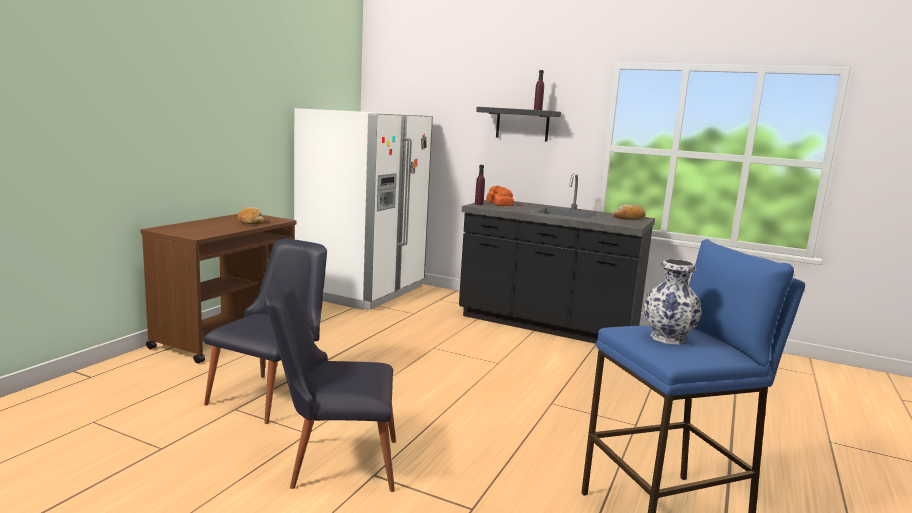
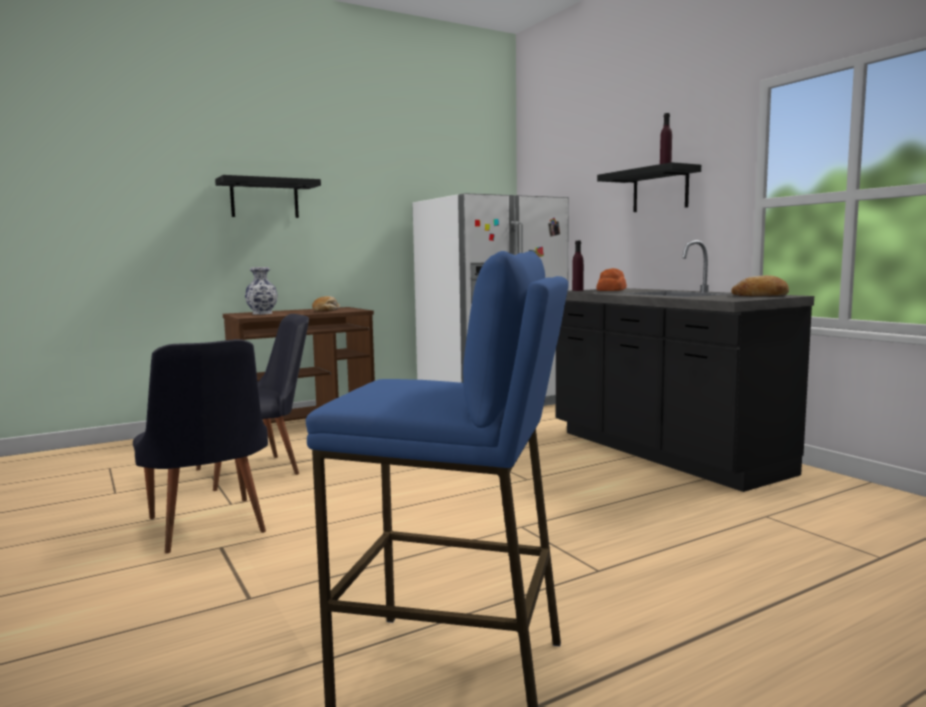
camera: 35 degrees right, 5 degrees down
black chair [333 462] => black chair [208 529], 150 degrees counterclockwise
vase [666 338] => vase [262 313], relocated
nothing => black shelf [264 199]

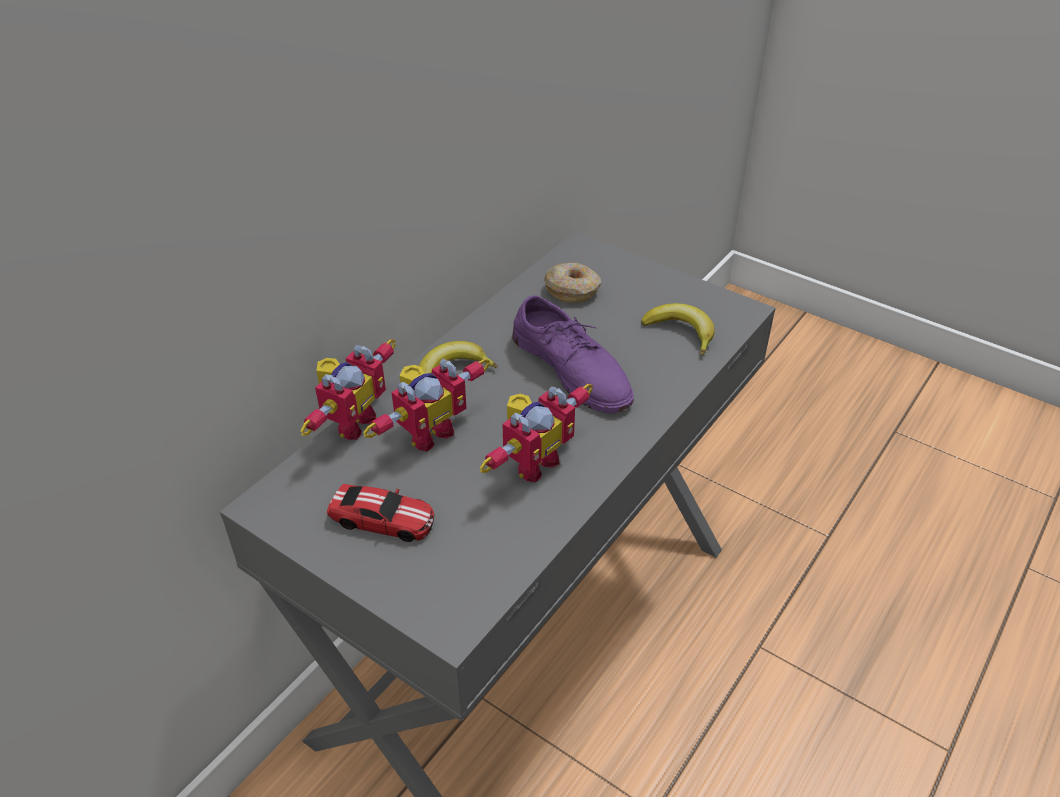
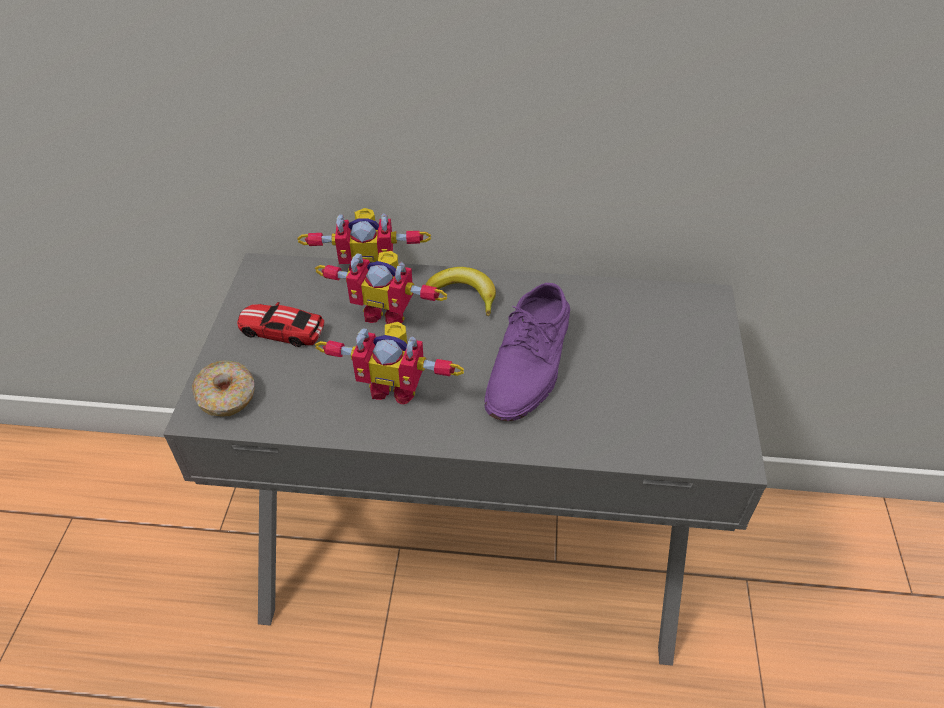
camera: 60 degrees right, 5 degrees up
toy car [382 519] => toy car [281 331], 120 degrees clockwise
donut [572 290] => donut [227 396], relocated
banana [681 332] => nothing

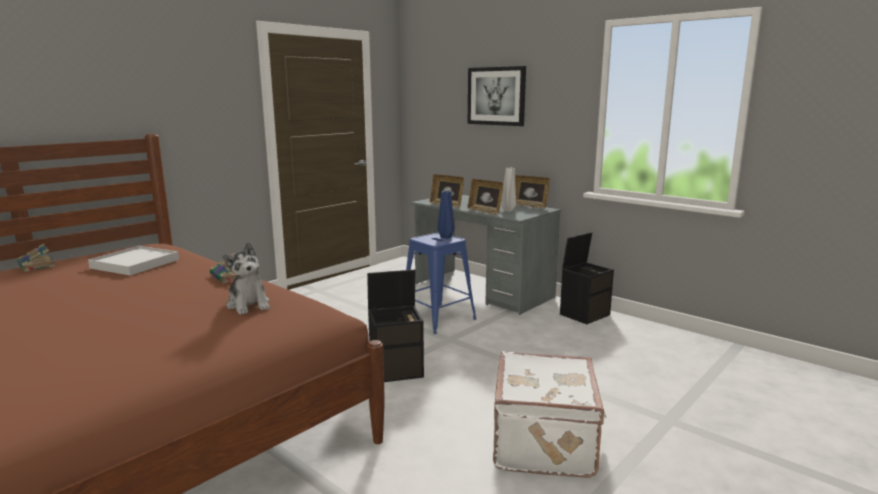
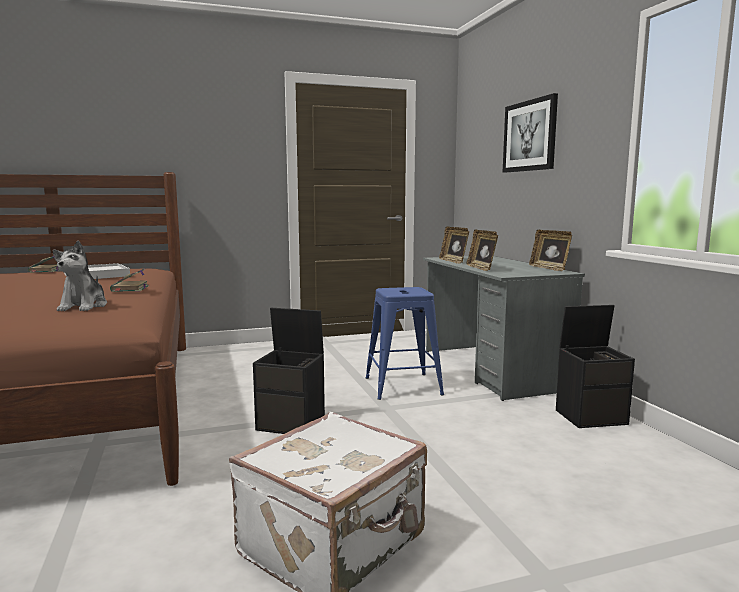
camera: 30 degrees right, 5 degrees down
blue vase [446 237] => nothing
grey vase [509 211] => nothing

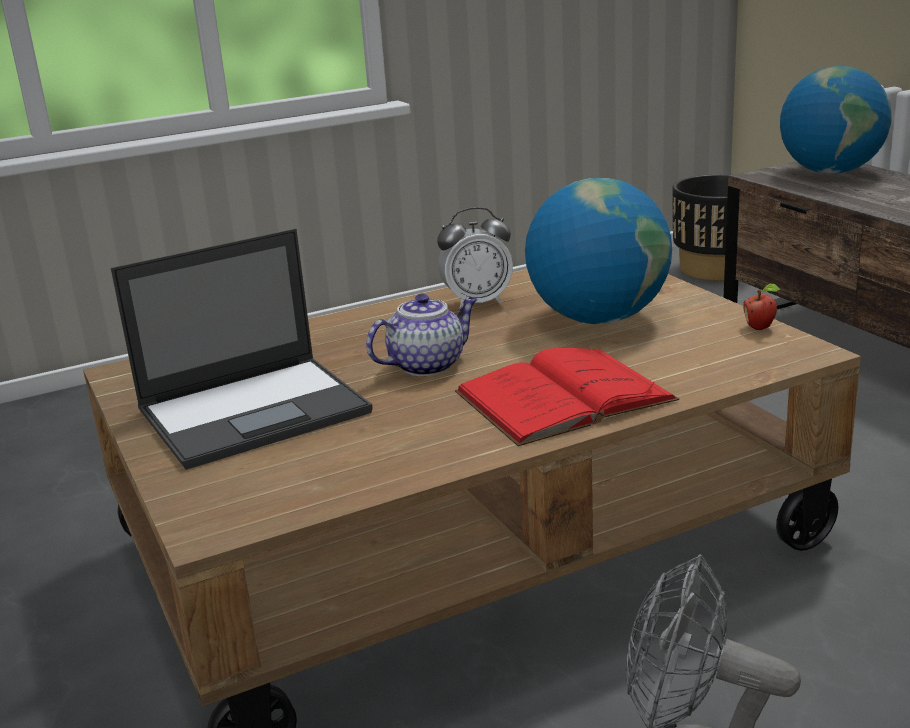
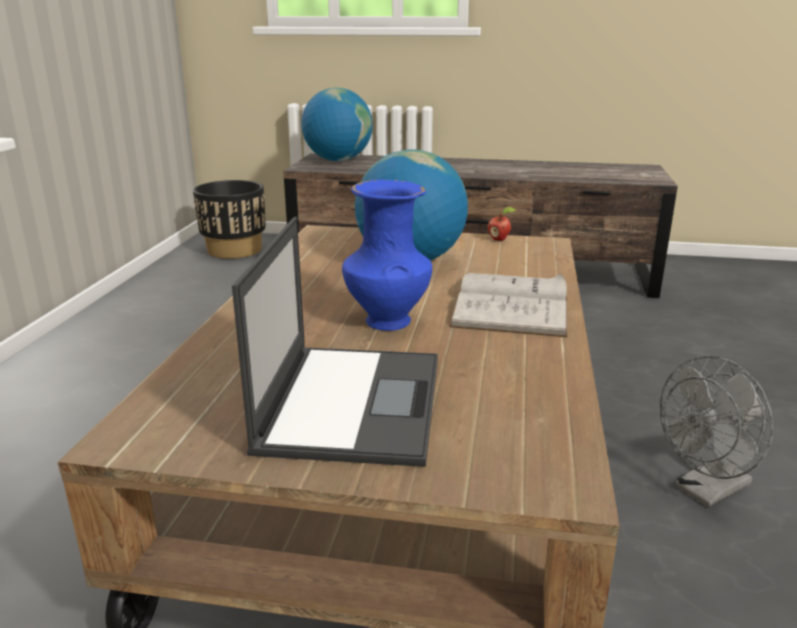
camera: 55 degrees left, 0 degrees up
teapot [427 365] => blue vase [386 320]
alarm clock [477 302] => nothing
red book [564 396] => white book [511 303]

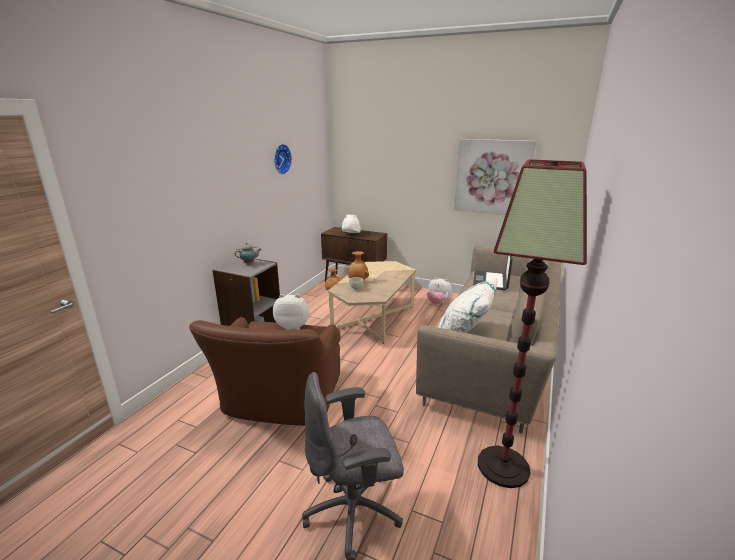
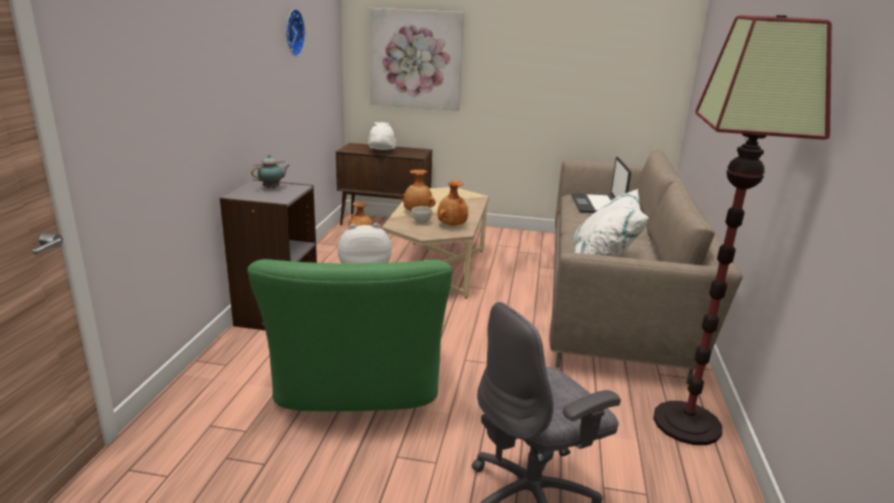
camera: 15 degrees left, 0 degrees up
brown armchair [280 401] => green armchair [357 383]
plush toy [437 303] => nothing
picture [492 177] => picture [415 59], relocated
nothing => brown vase [451 225]

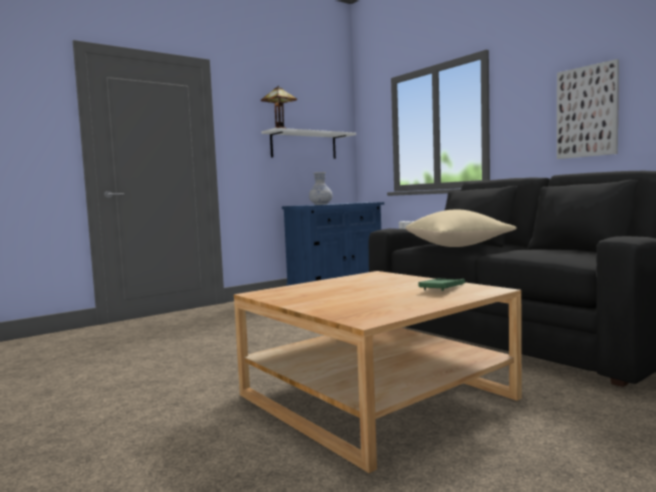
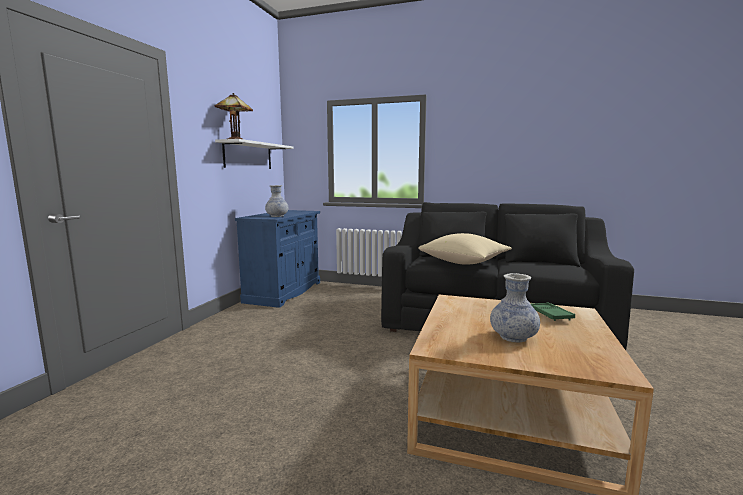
camera: 35 degrees left, 5 degrees up
picture [587 111] => nothing
nothing => vase [513 337]

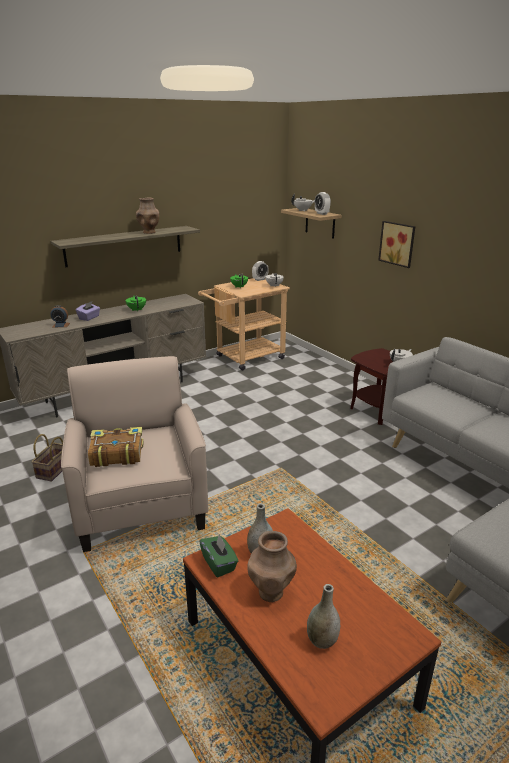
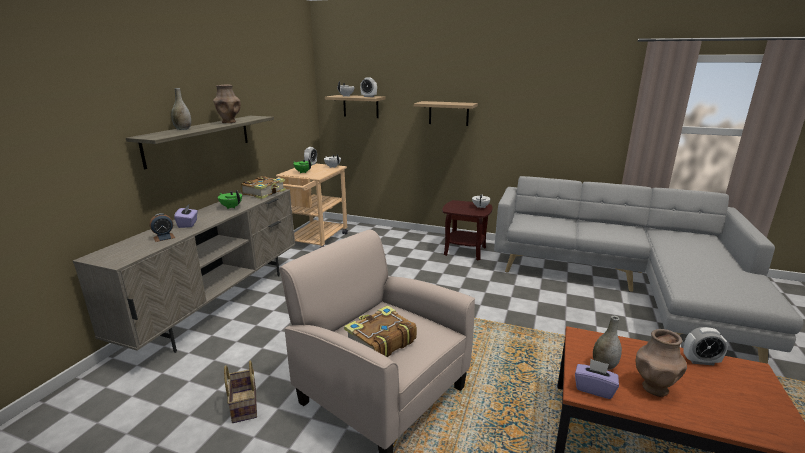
camera: 35 degrees left, 5 degrees down
green tissue box [219 564] => purple tissue box [594 388]
grey vase [322 640] => grey vase [183 129], relocated
picture [398 243] => shelf [448 113]
nothing => book [264 193]
nothing => alarm clock [700 361]

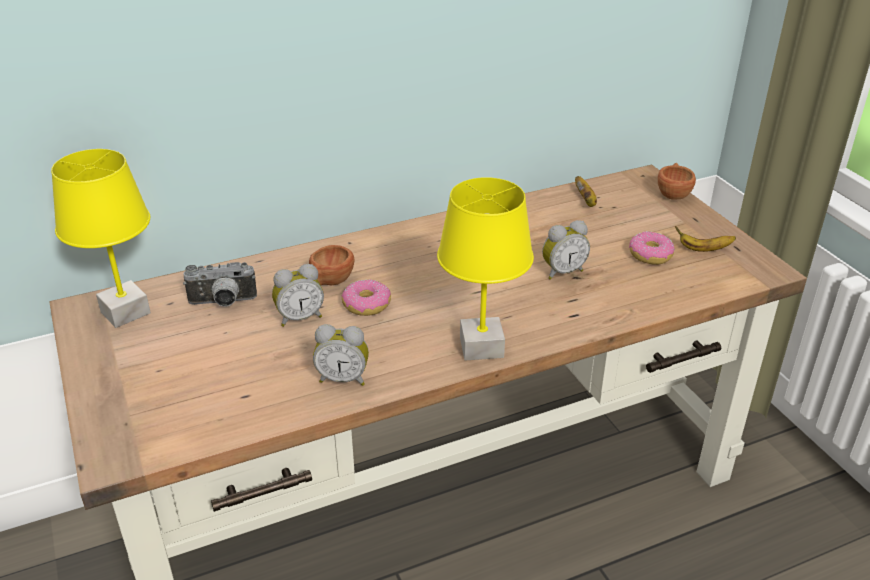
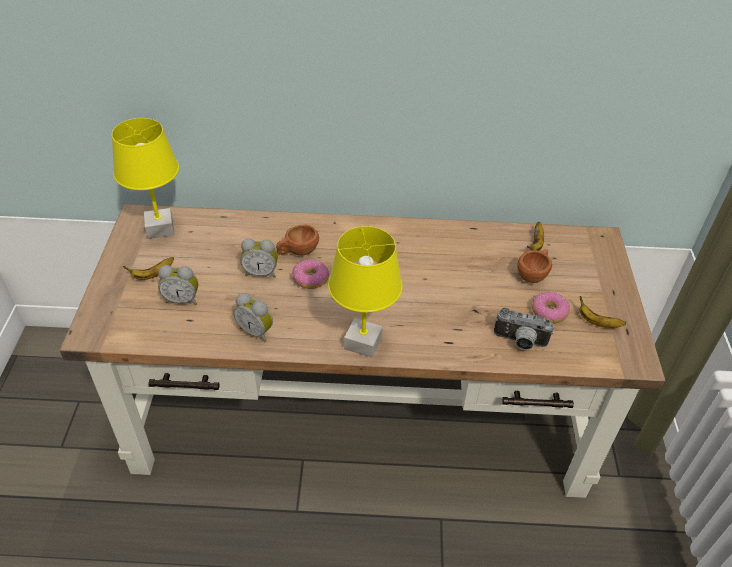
camera: 25 degrees right, 10 degrees up
photo camera [222 303] => photo camera [519 342], relocated
alarm clock [562 271] => alarm clock [182 299], relocated
brown cup [673 193] => brown cup [533 274], relocated
nothing => banana [152 275]

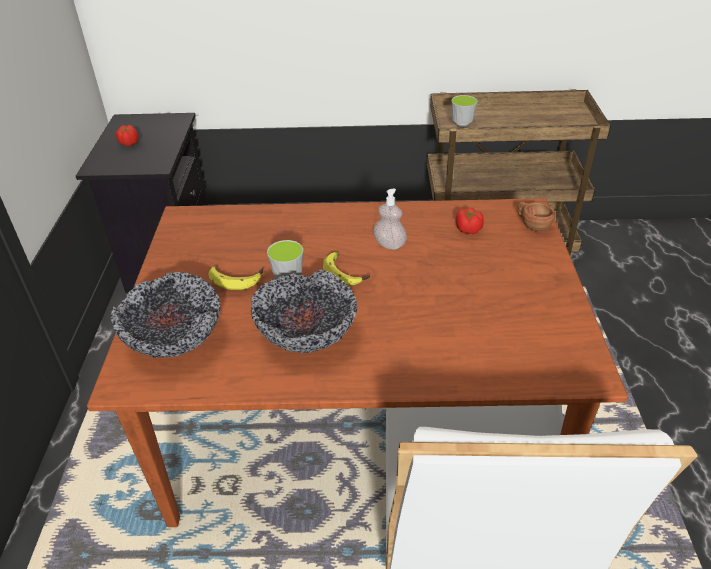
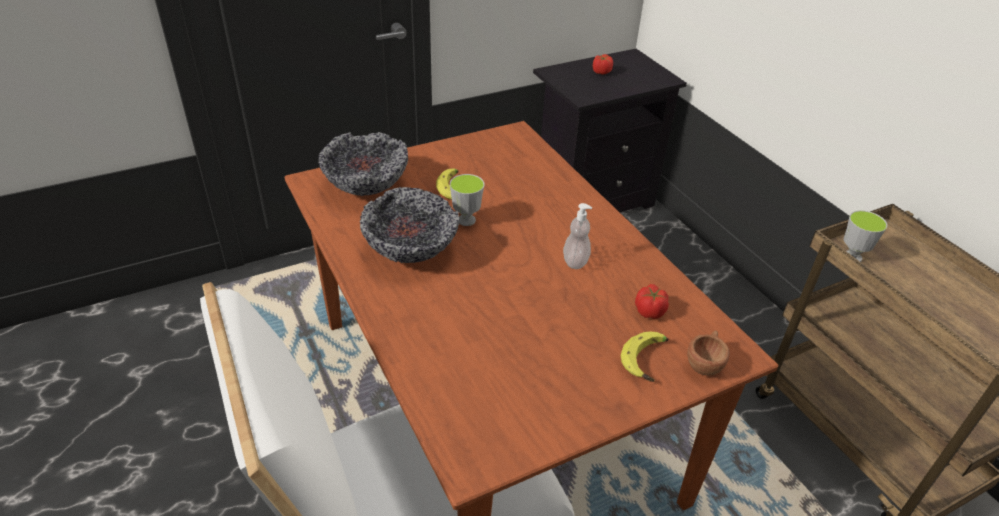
camera: 60 degrees right, 0 degrees up
banana [345 273] => banana [648 360], relocated

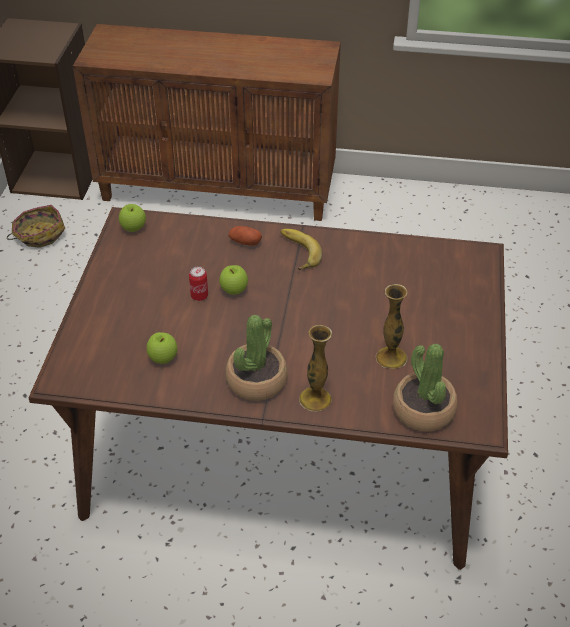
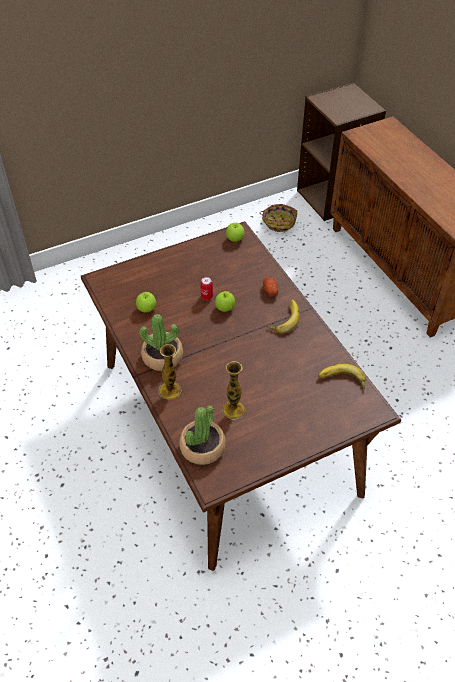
camera: 55 degrees right, 5 degrees up
nothing => banana [341 380]

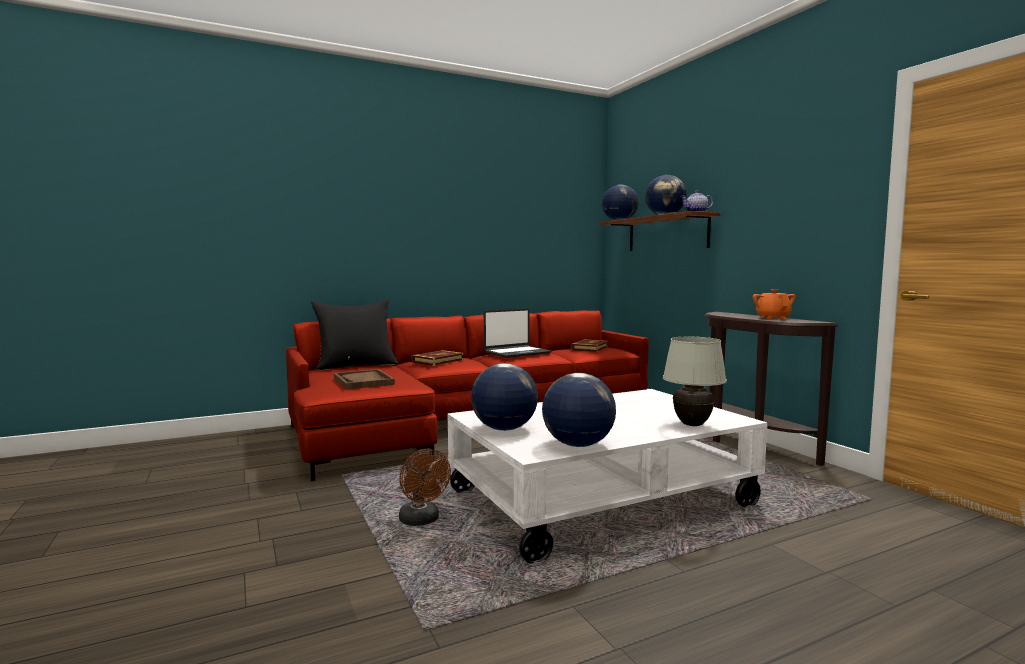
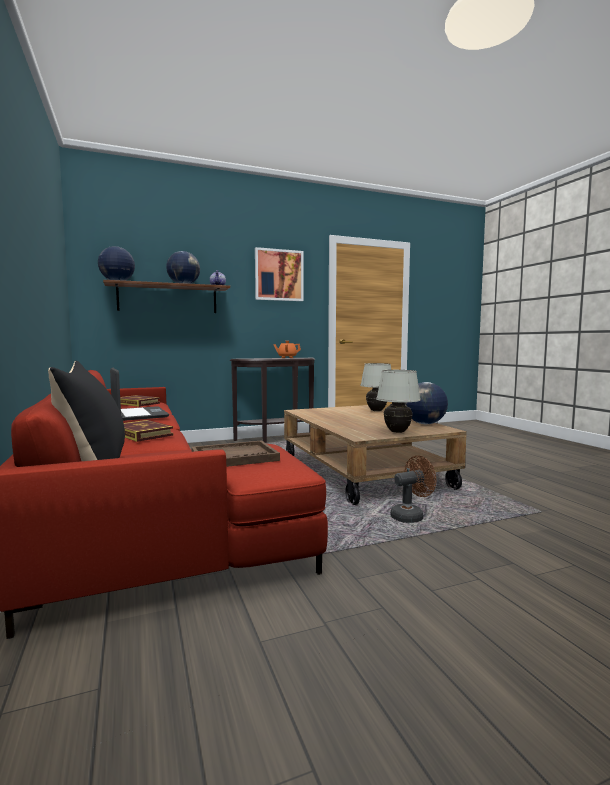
camera: 85 degrees left, 0 degrees up
white coffee table [600 498] => brown coffee table [361 472]
globe [504 429] => white table lamp [397 432]
nothing => picture [279 275]

